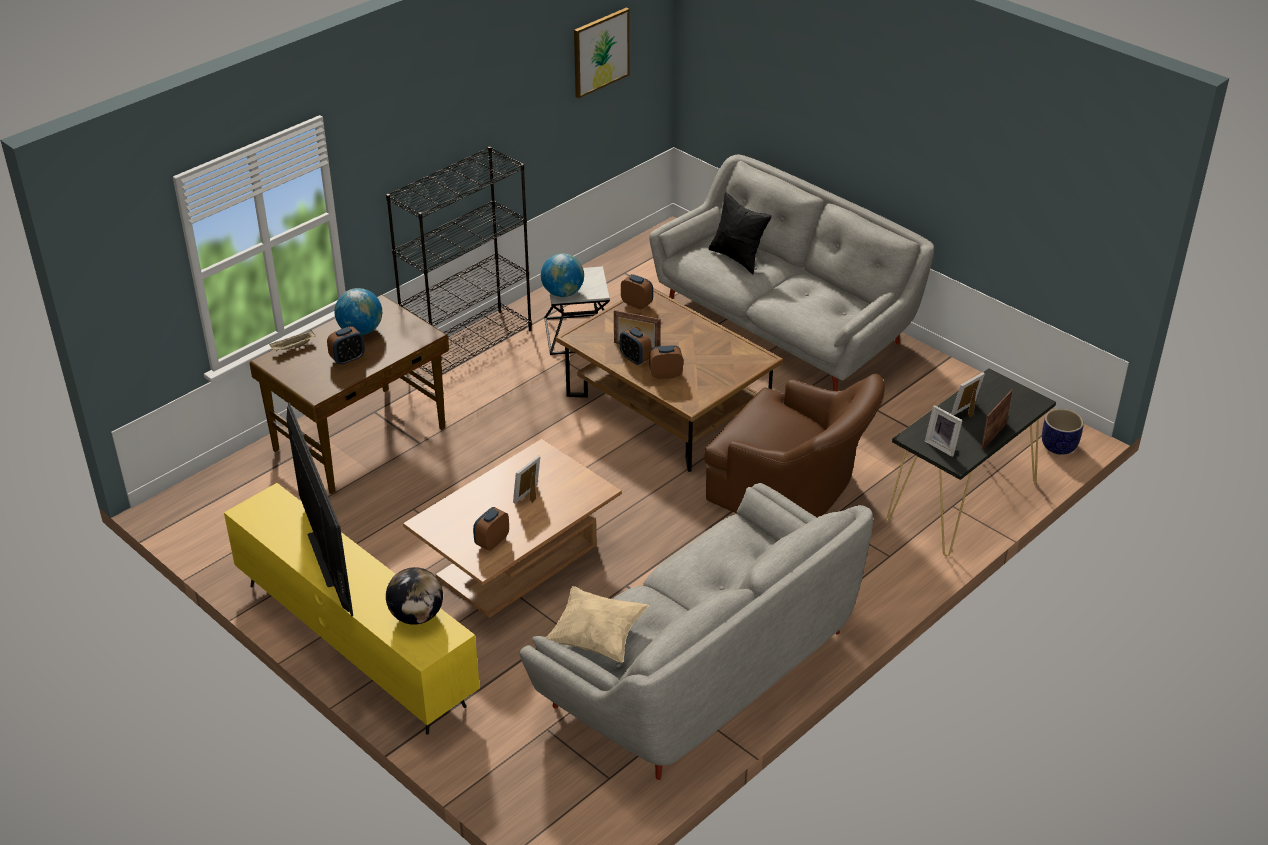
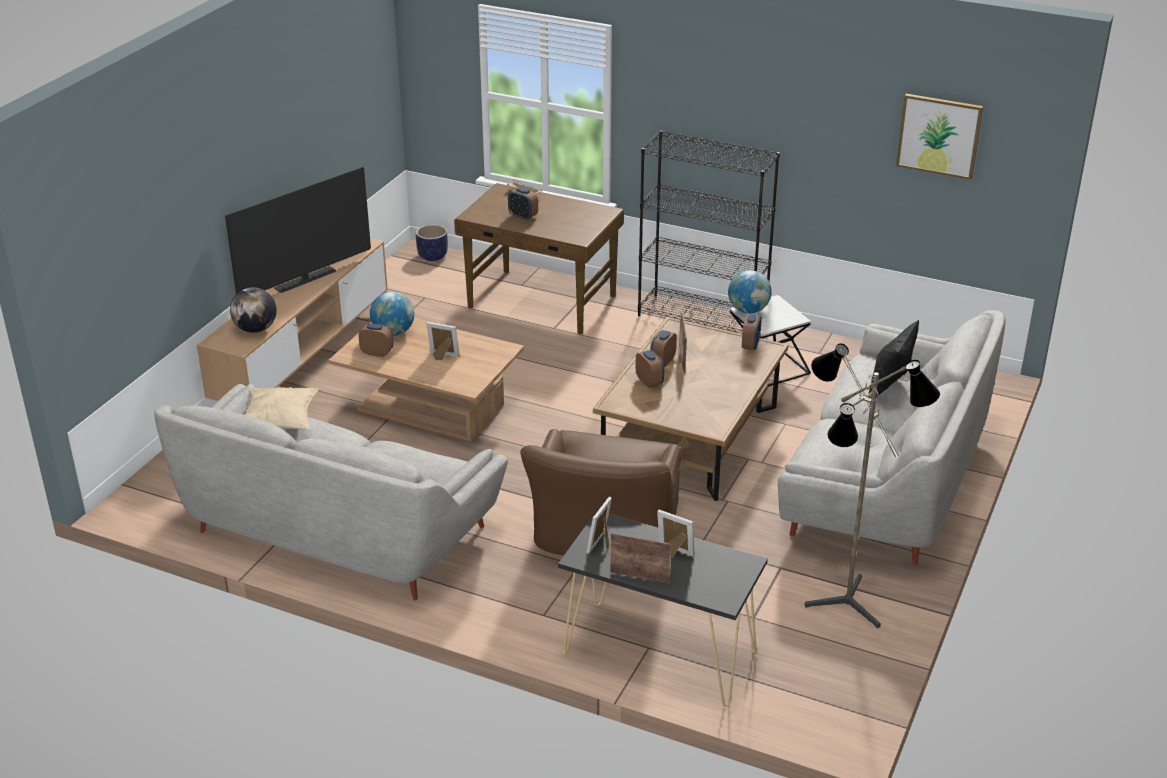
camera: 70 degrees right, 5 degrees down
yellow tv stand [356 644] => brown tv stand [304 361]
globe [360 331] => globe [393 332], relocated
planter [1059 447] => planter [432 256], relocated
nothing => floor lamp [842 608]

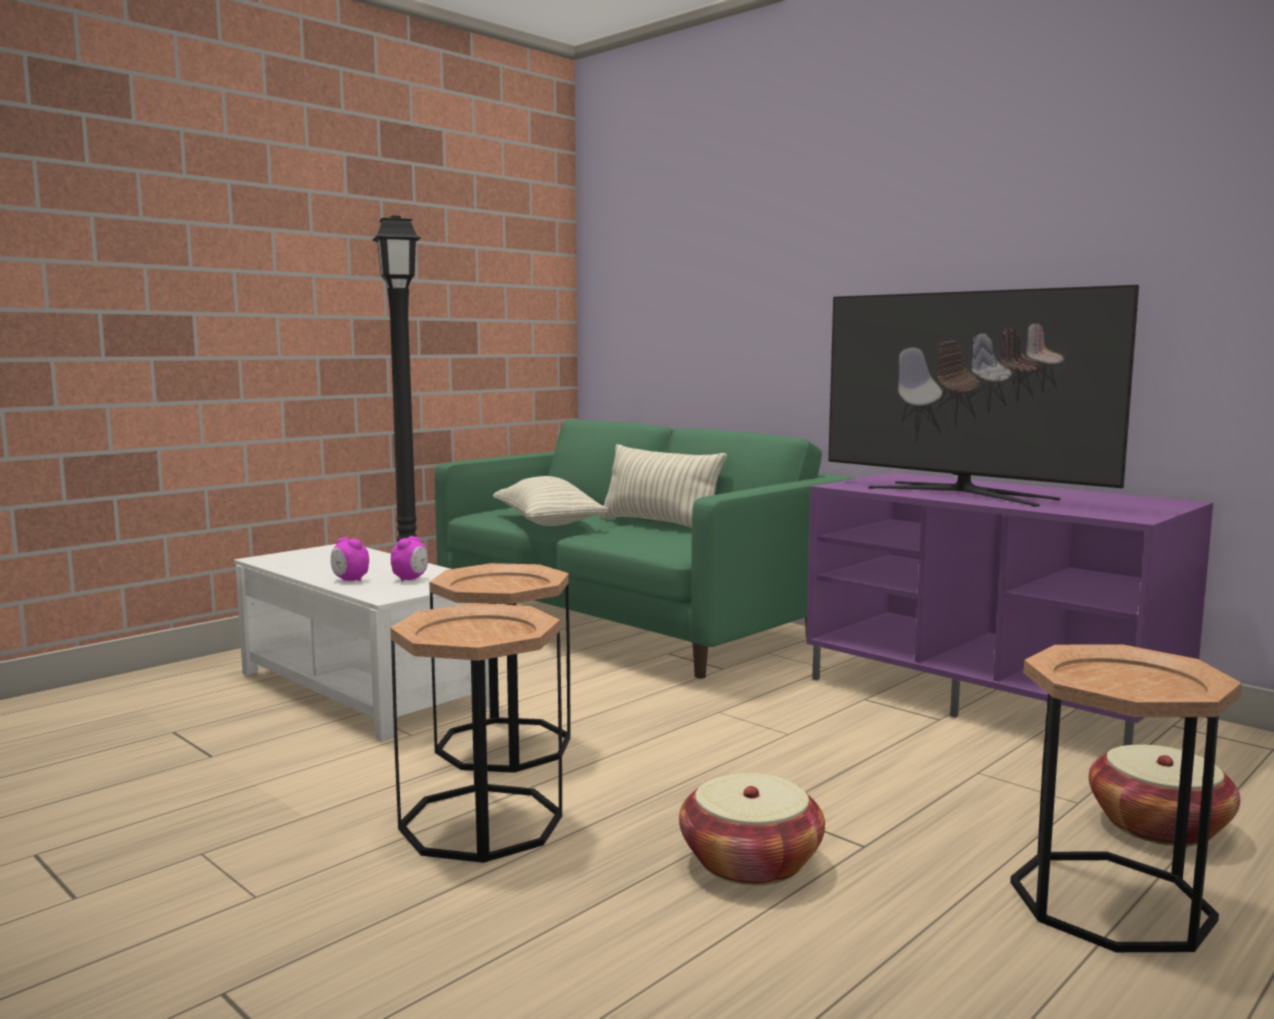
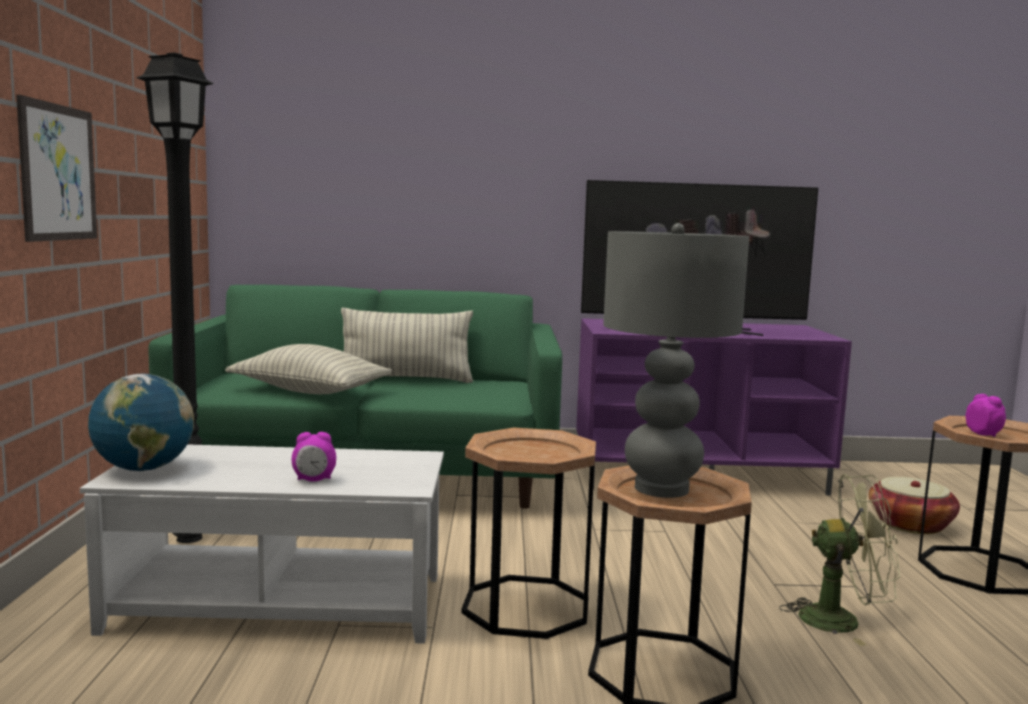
camera: 45 degrees left, 0 degrees up
alarm clock [410 579] => alarm clock [983 434], relocated
basket [750 862] => green fan [842 620]
nothing => picture [58 172]
nothing => globe [144 469]
nothing => grey table lamp [662 488]

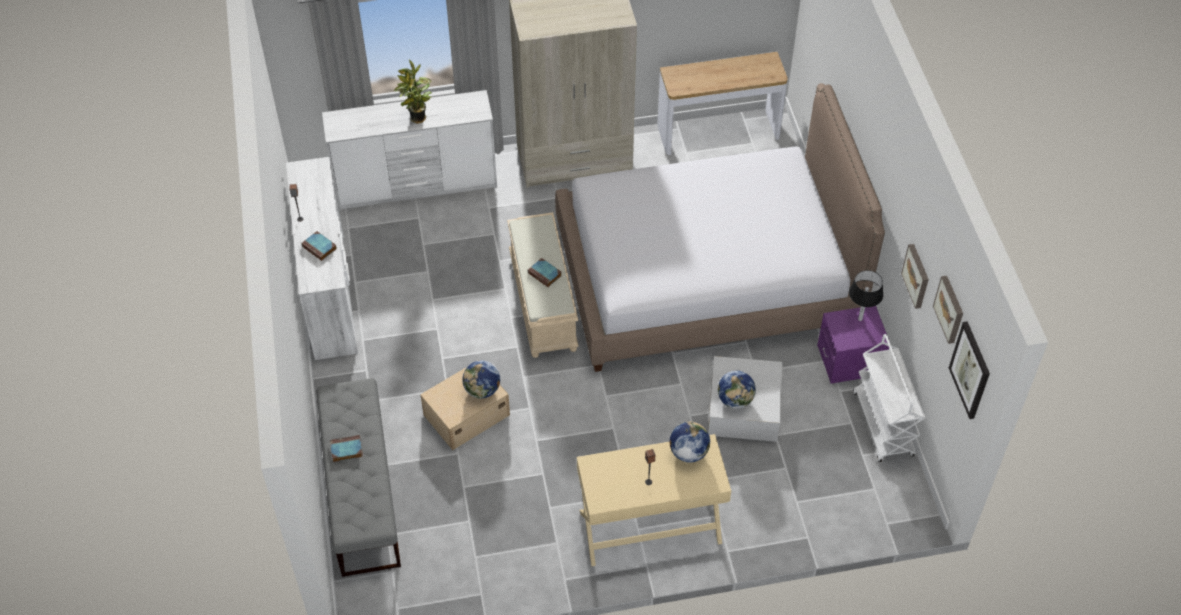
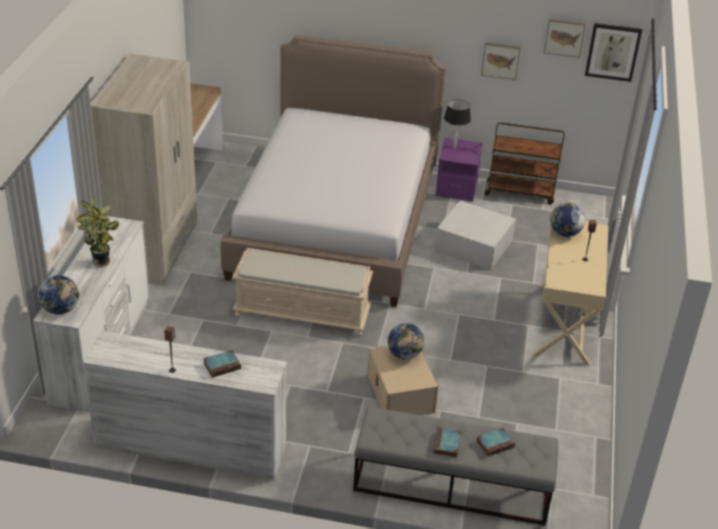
camera: 70 degrees left, 15 degrees down
book [545 274] => book [495 444], relocated
globe [735 400] => globe [61 309], relocated
white cart [883 425] => brown cart [520 192]

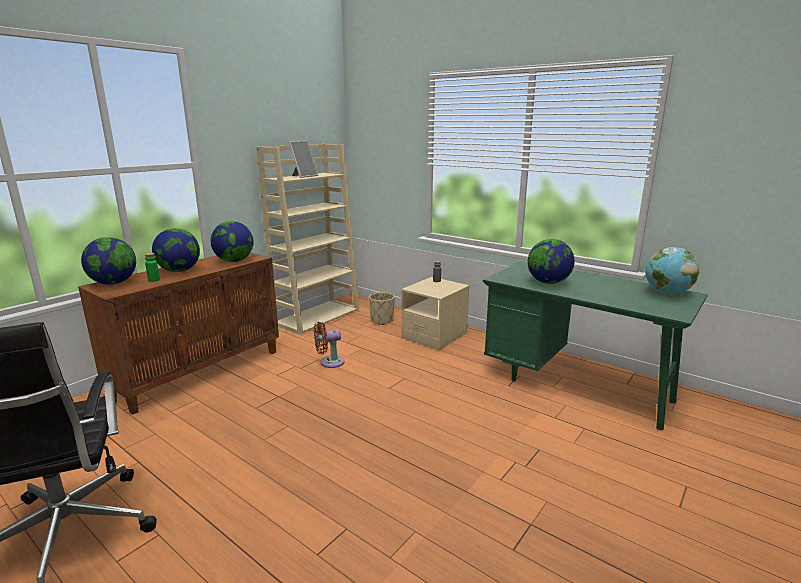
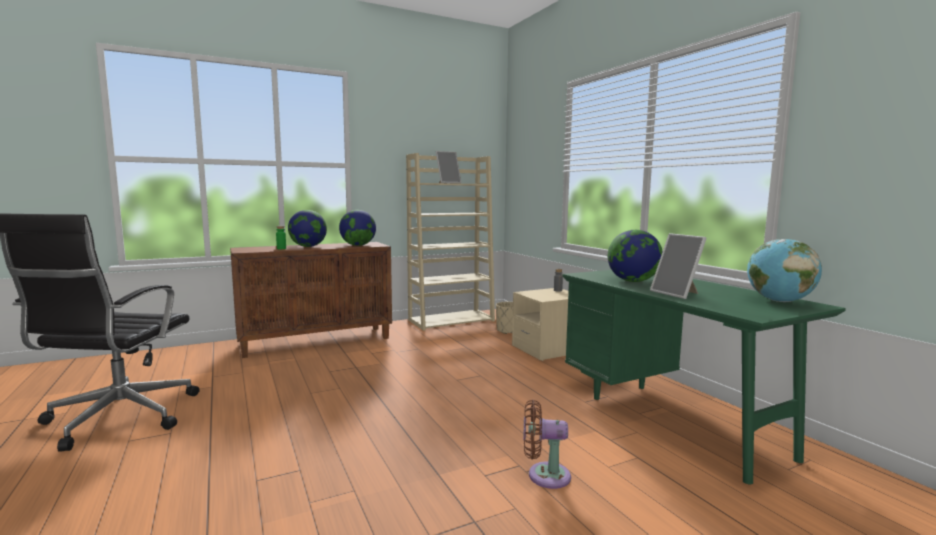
camera: 25 degrees right, 10 degrees down
globe [113 283] => nothing
brown fan [329 362] => brown fan [544 475], relocated
nothing => picture frame [677 294]

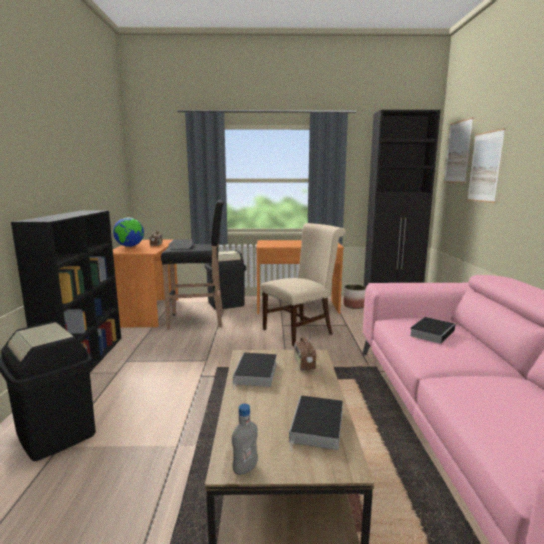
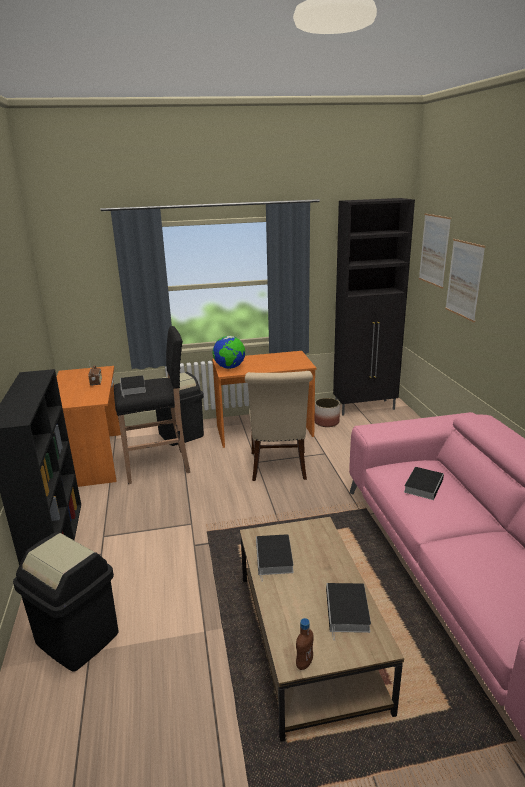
camera: 10 degrees left, 10 degrees up
globe [129 246] => globe [229 367], relocated
grey bottle [245 469] => brown bottle [304 663]
beige chair [301 331] => beige chair [279 468], 135 degrees clockwise
radio [304 364] => nothing

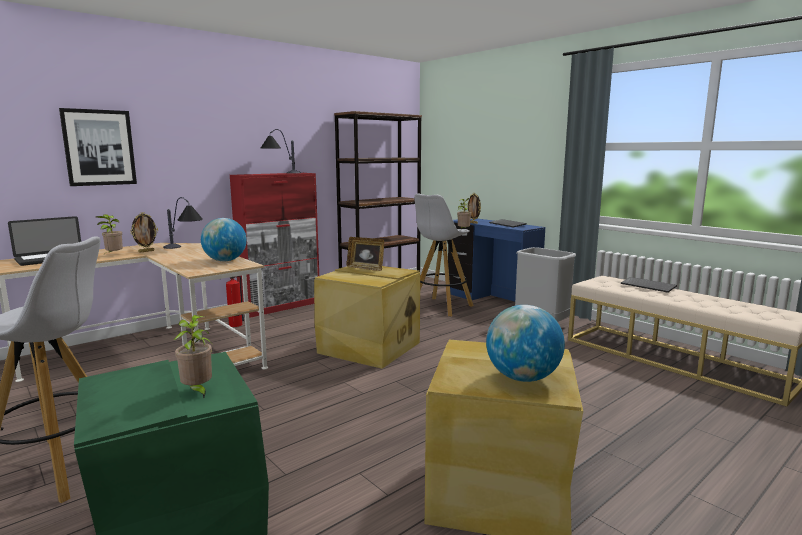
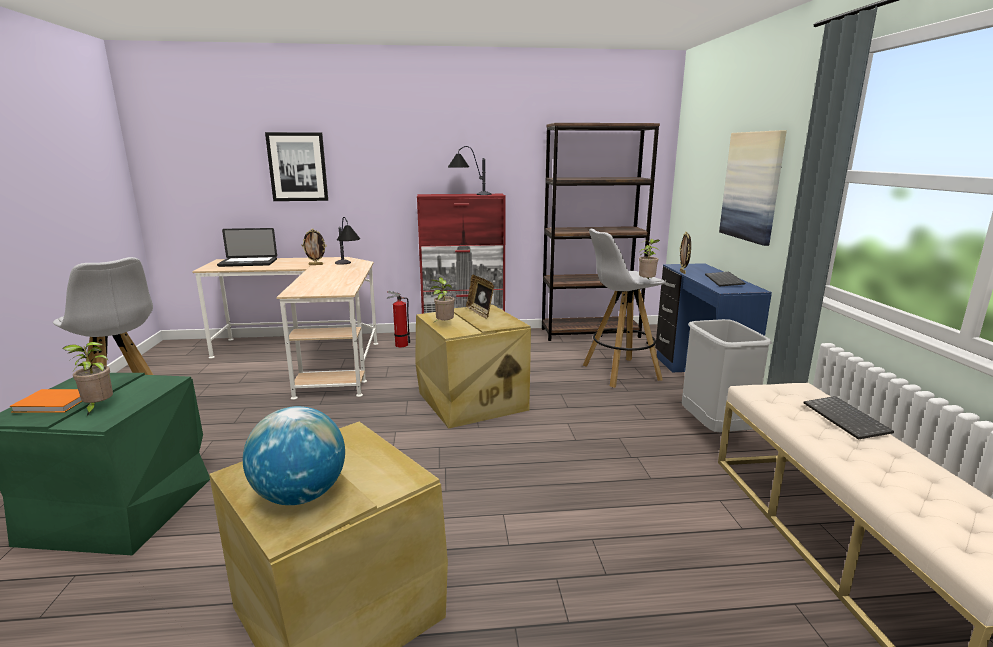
camera: 35 degrees right, 5 degrees up
potted plant [113 255] => potted plant [443 324], relocated
globe [225 261] => nothing
nothing => orange book [54 404]
nothing => picture [752 186]

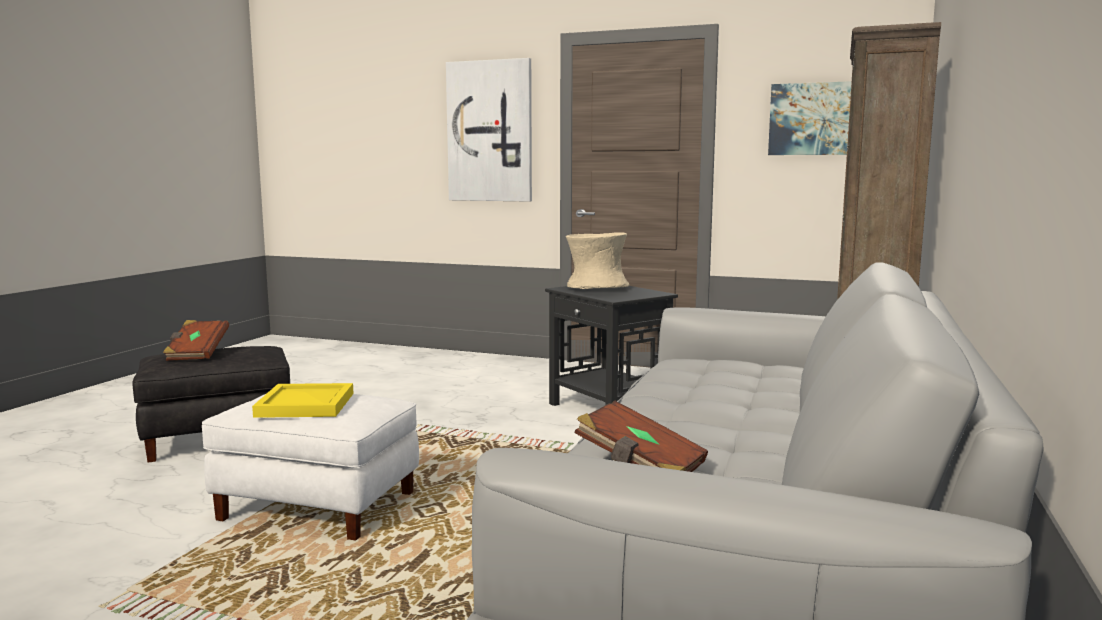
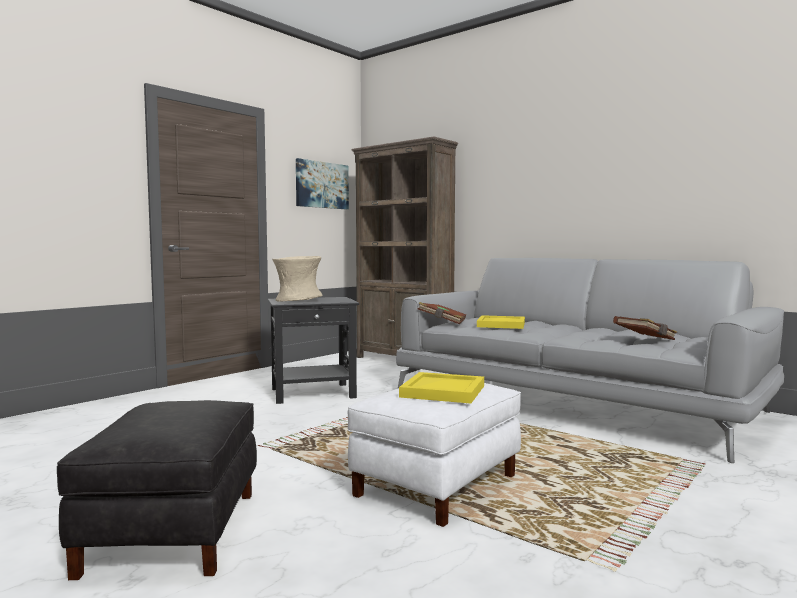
camera: 70 degrees left, 5 degrees down
brown book [197 353] => brown book [442 321], relocated
picture [490 131] => nothing
nothing => yellow tray [502 325]

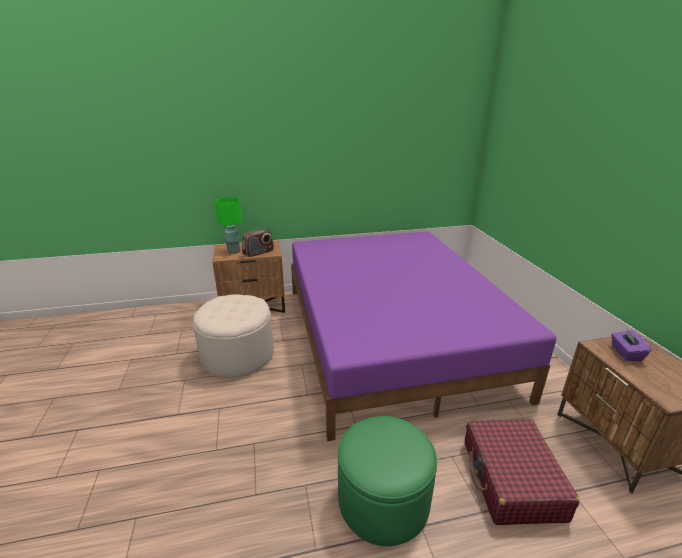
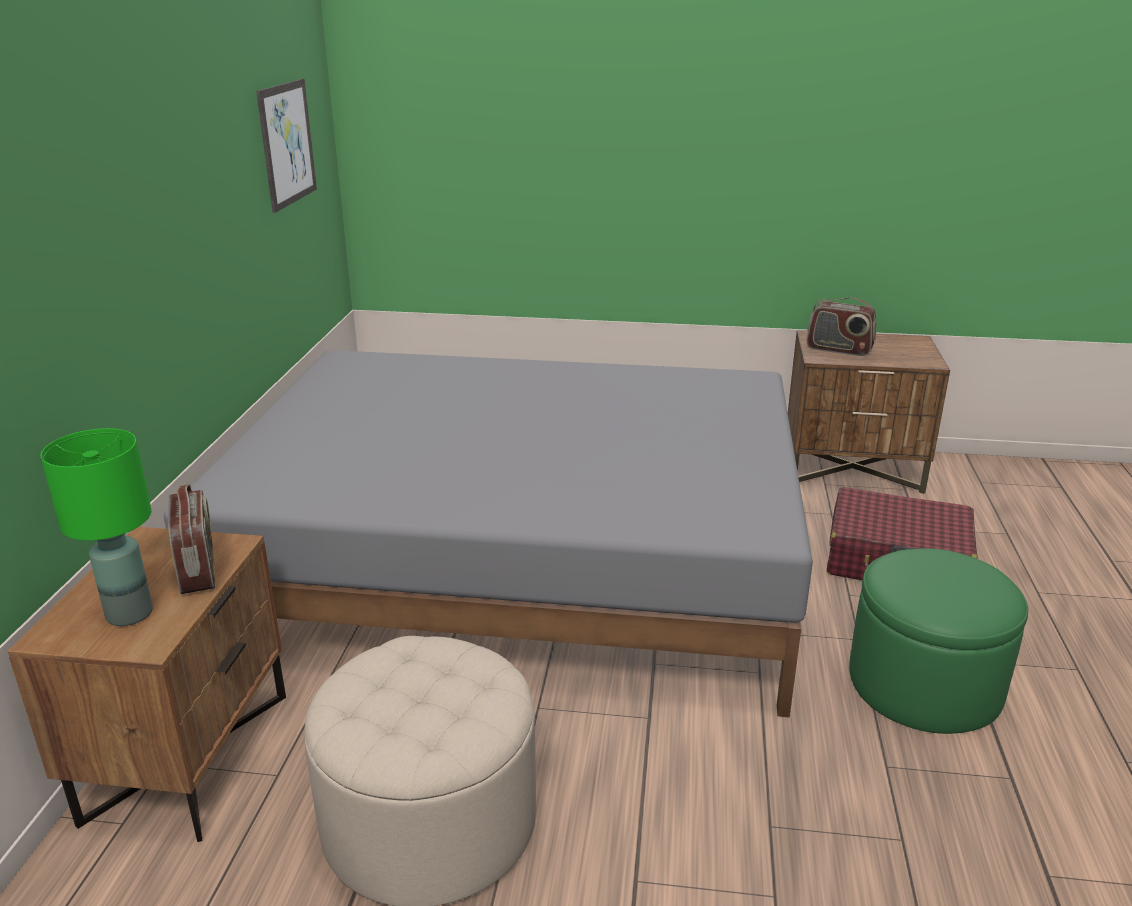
camera: 70 degrees left, 0 degrees up
purple bed [391 336] => grey bed [518 563]
purple tissue box [625 353] => radio [838 349]
nothing => picture [287 143]

